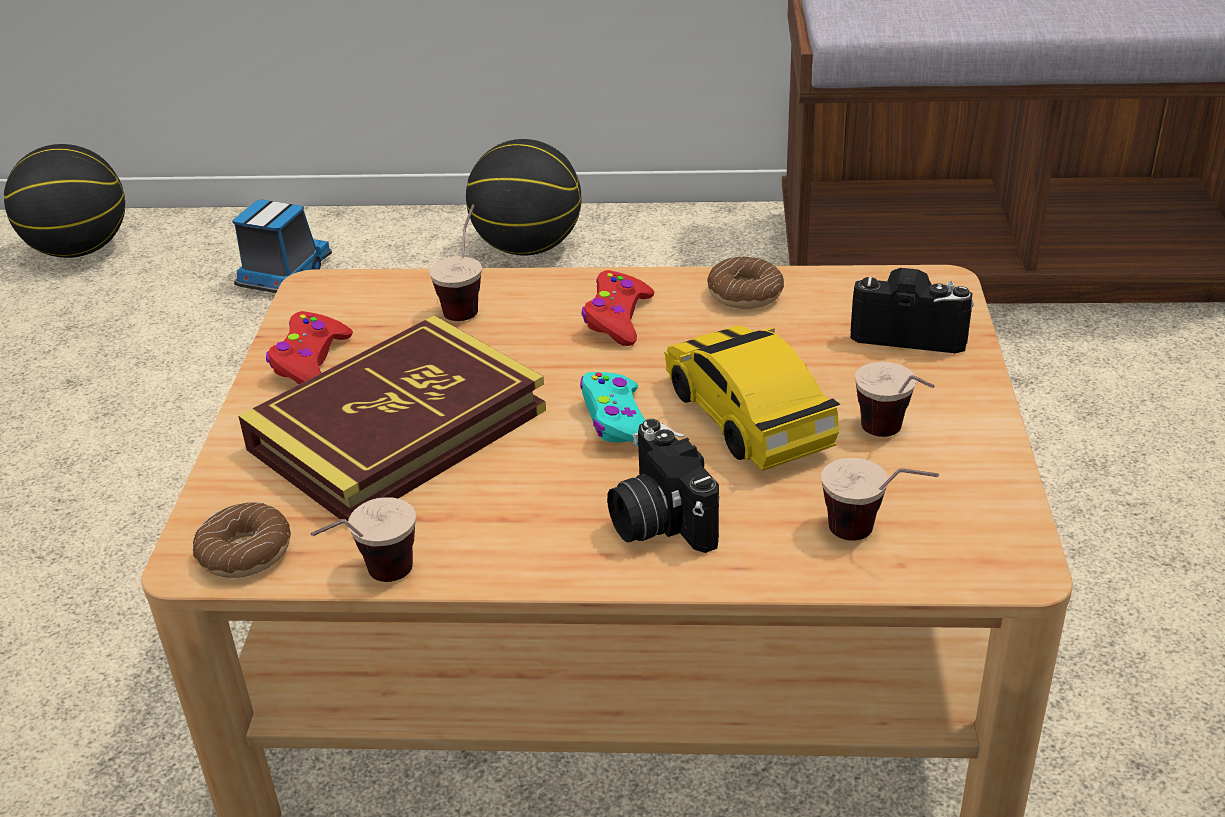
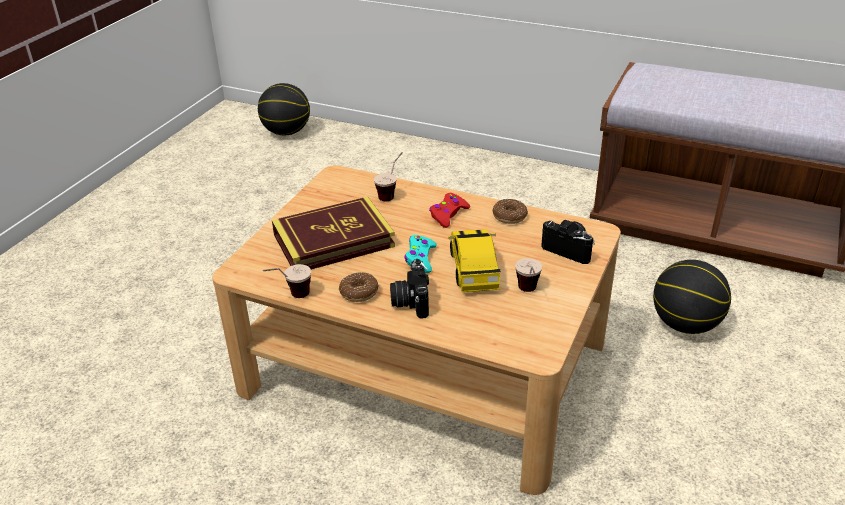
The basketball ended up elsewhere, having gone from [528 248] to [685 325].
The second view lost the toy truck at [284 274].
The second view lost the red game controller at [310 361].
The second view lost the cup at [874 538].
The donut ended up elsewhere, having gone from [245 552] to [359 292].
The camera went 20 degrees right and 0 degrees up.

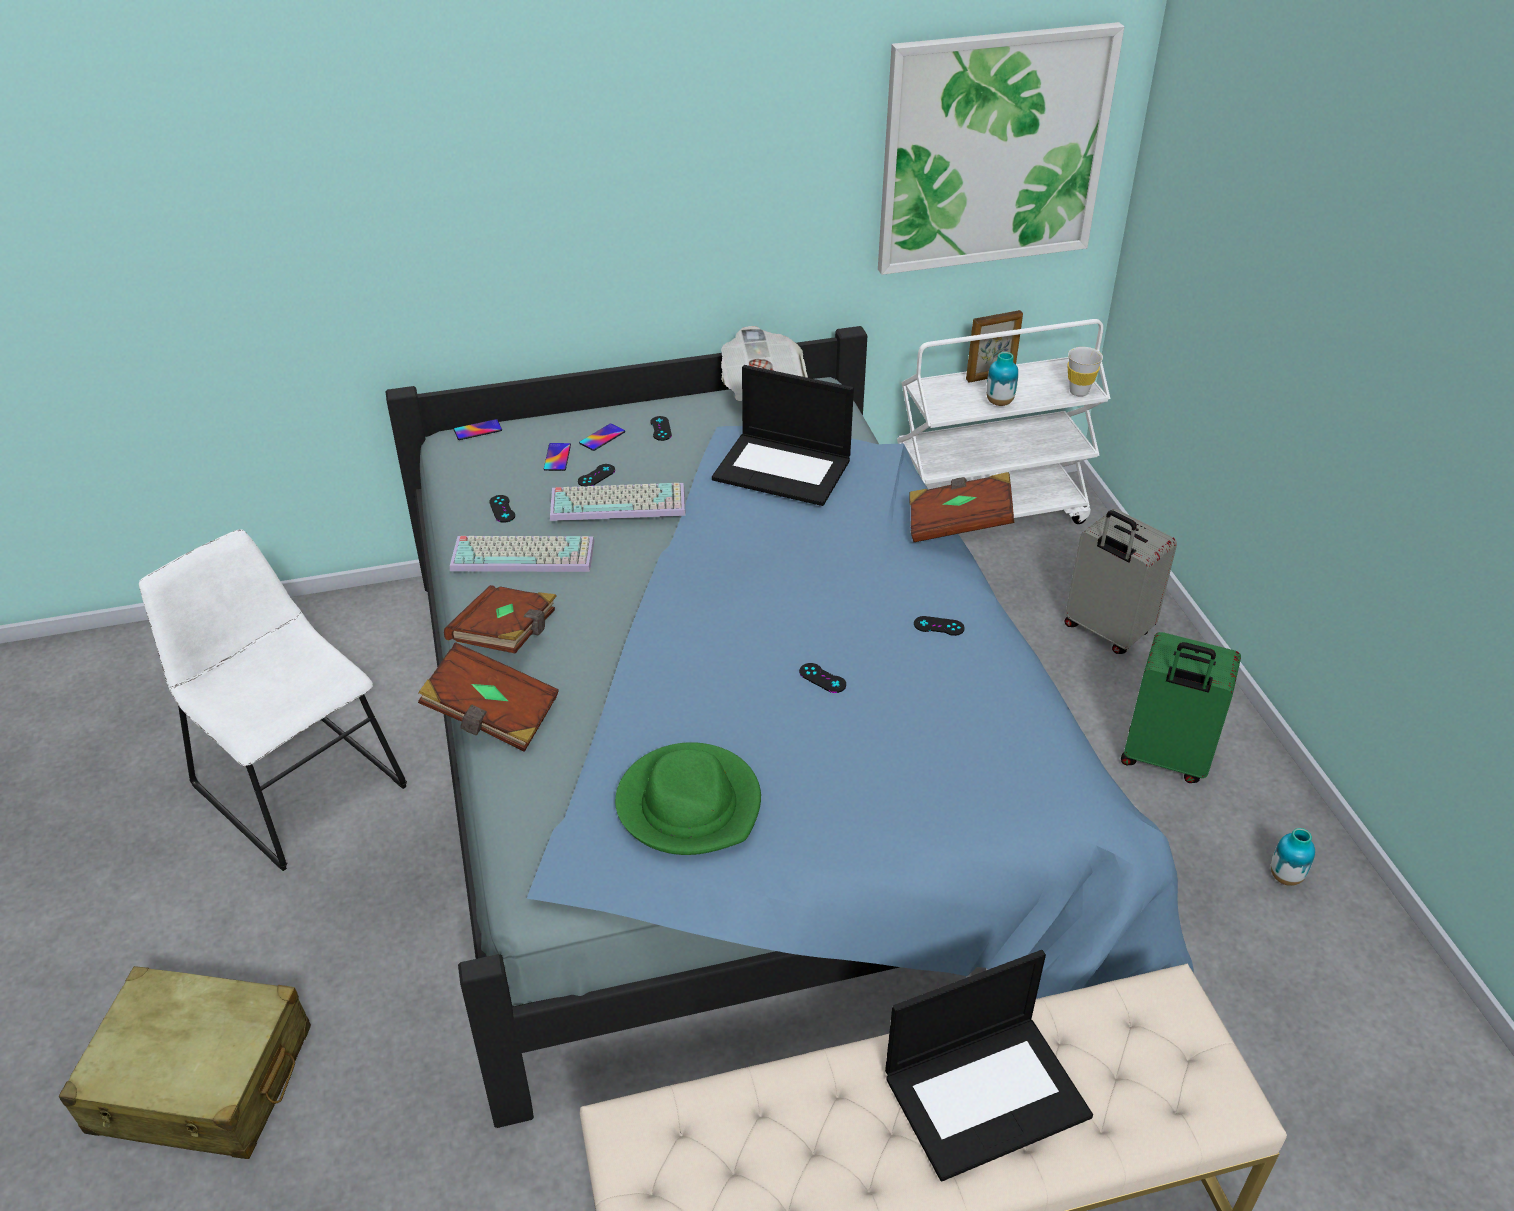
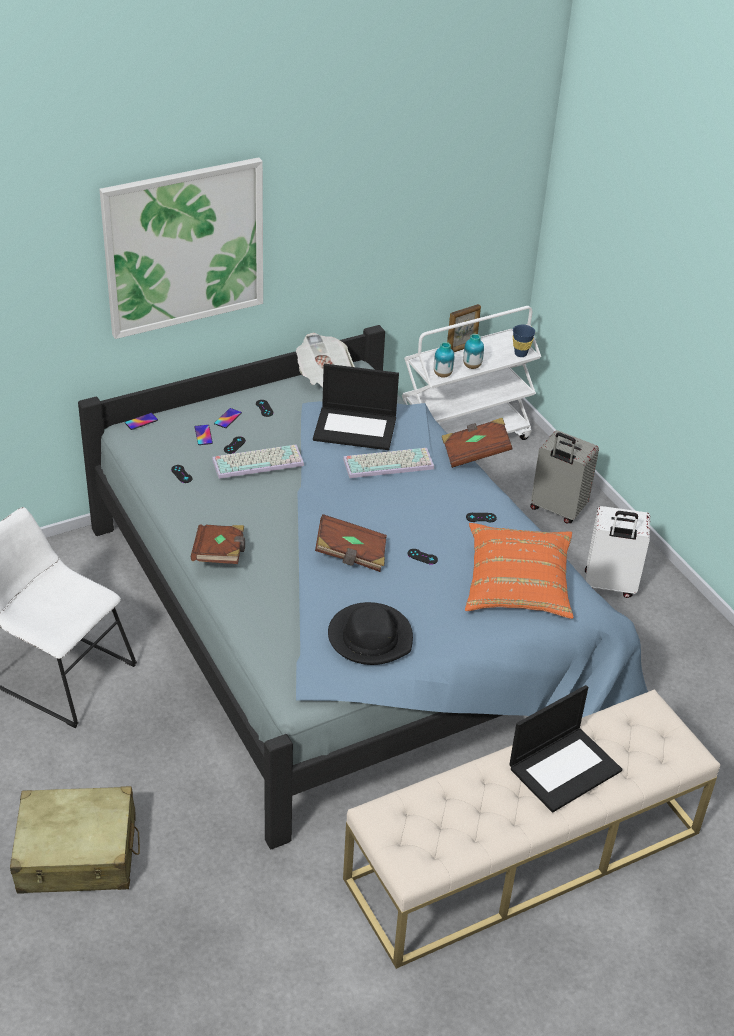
The picture ended up elsewhere, having gone from [993 150] to [184 247].
What was the white cup at [1079 392] turned into the blue cup at [520 354].
The keyboard ended up elsewhere, having gone from [525 554] to [389 463].
What was the green suitcase at [1164 759] turned into the white suitcase at [609 585].
The brown book ended up elsewhere, having gone from [491 716] to [350 555].
What was the green hat at [690 804] turned into the black hat at [370 637].
The vase ended up elsewhere, having gone from [1285 877] to [442 374].
The second view gained the orange pillow at [517 586].
The camera went 15 degrees left and 0 degrees up.

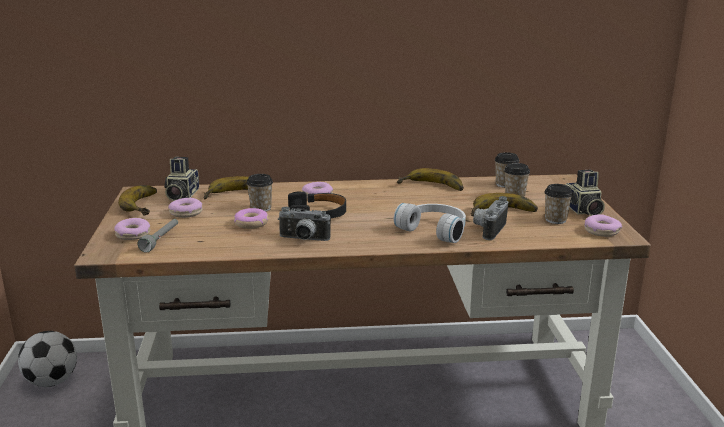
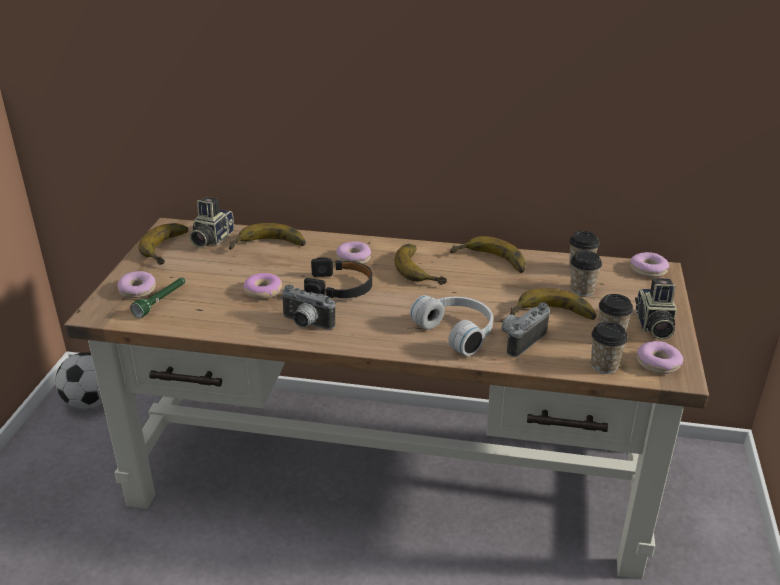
The cup ended up elsewhere, having gone from [261 208] to [604 366].
The donut ended up elsewhere, having gone from [186 213] to [648 270].
What was the grey flashlight at [161 240] turned into the green flashlight at [161 302].
The second view gained the banana at [423 268].
The camera went 15 degrees right and 10 degrees up.

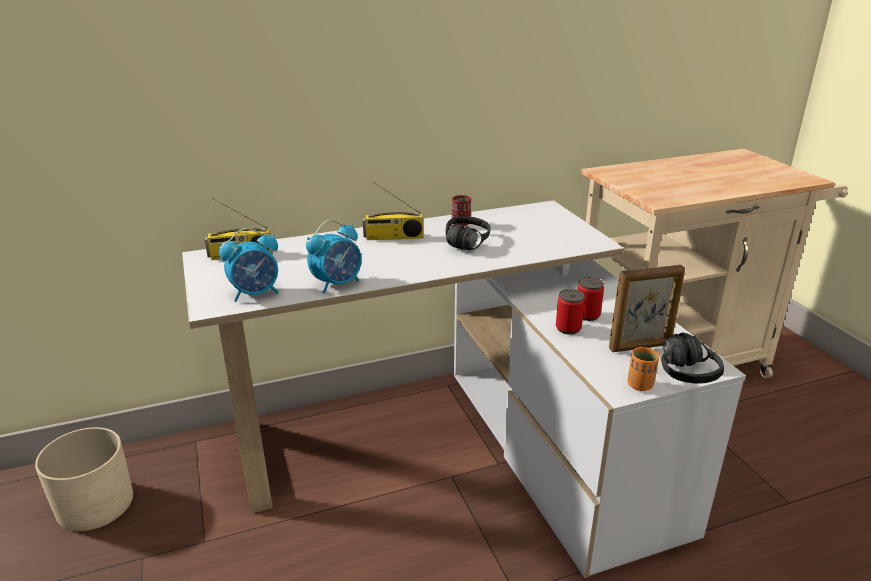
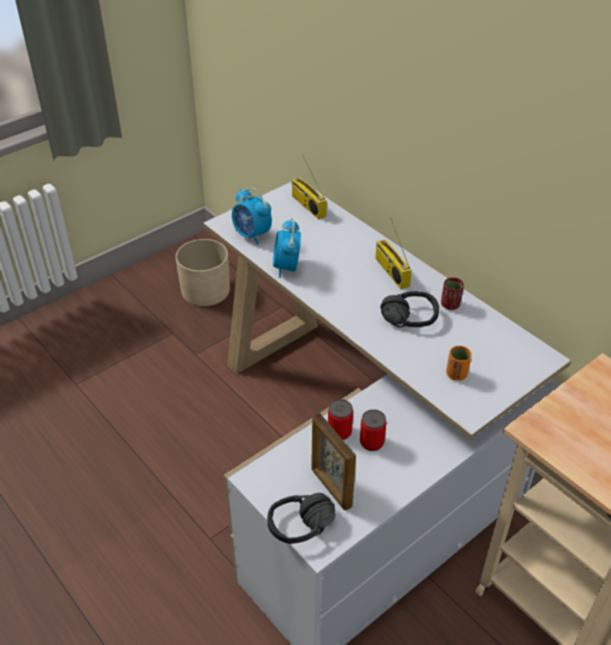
The alarm clock at [337 284] ended up facing another way, 60 degrees clockwise from before.
The orange cup ended up elsewhere, having gone from [640 385] to [456 374].
The camera went 70 degrees right and 15 degrees up.

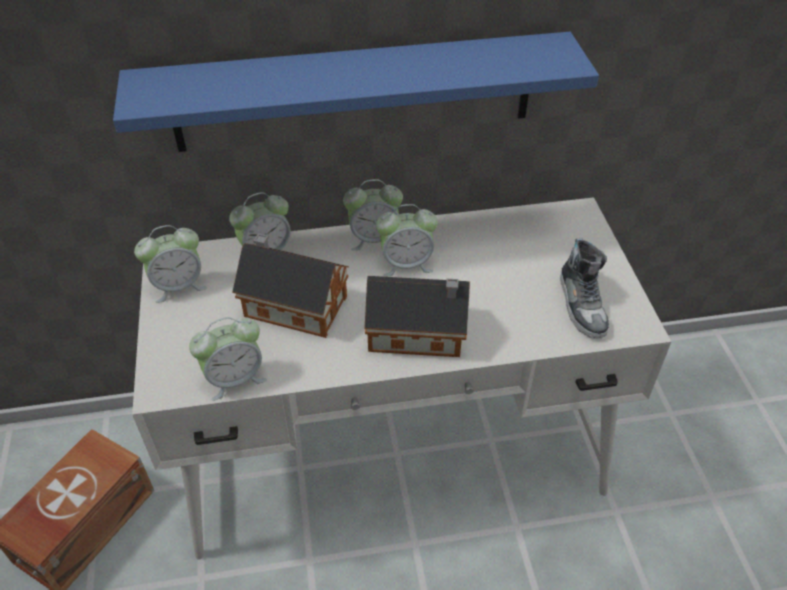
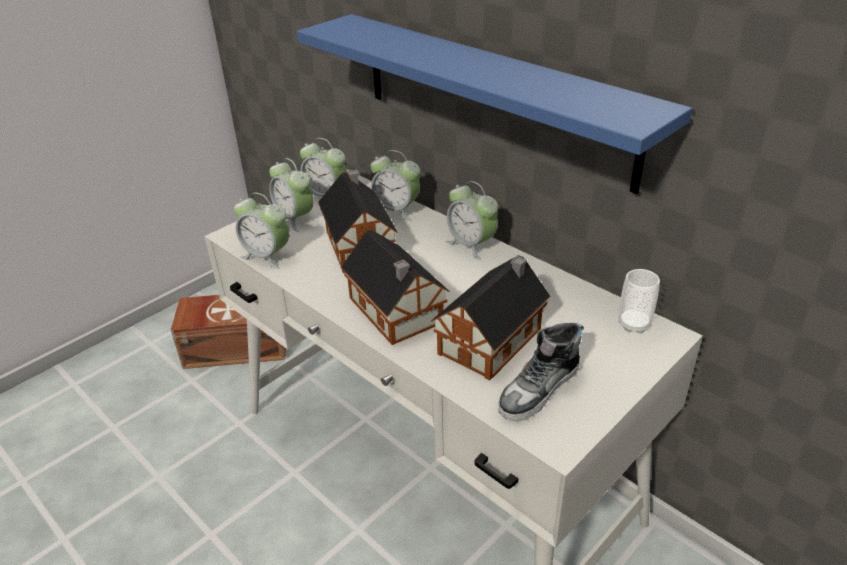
The alarm clock ended up elsewhere, having gone from [406 264] to [295 219].
The second view gained the toy house at [493 339].
The second view gained the cup at [634 324].
The camera went 55 degrees right and 10 degrees down.

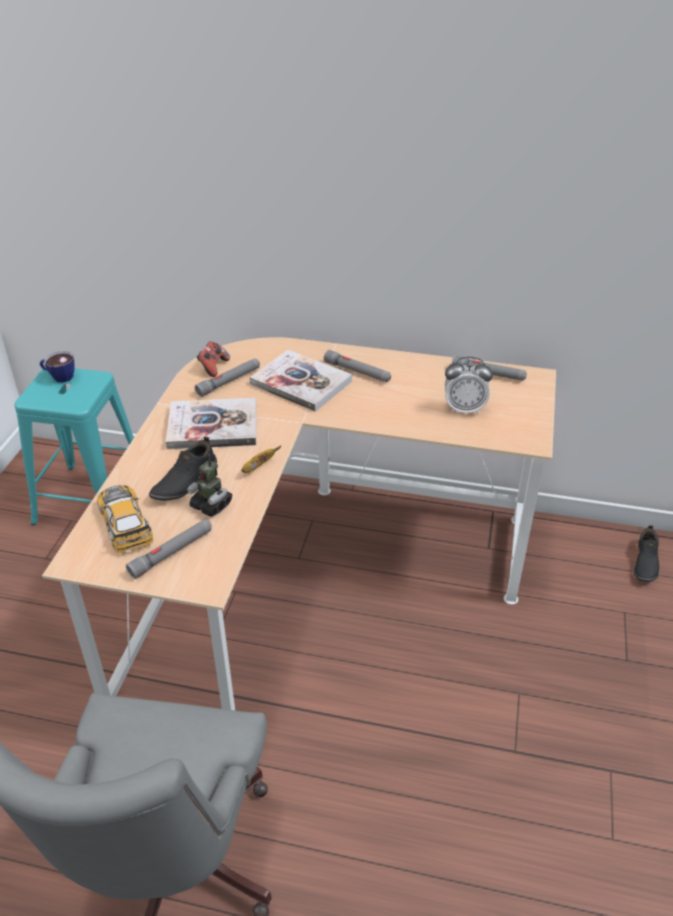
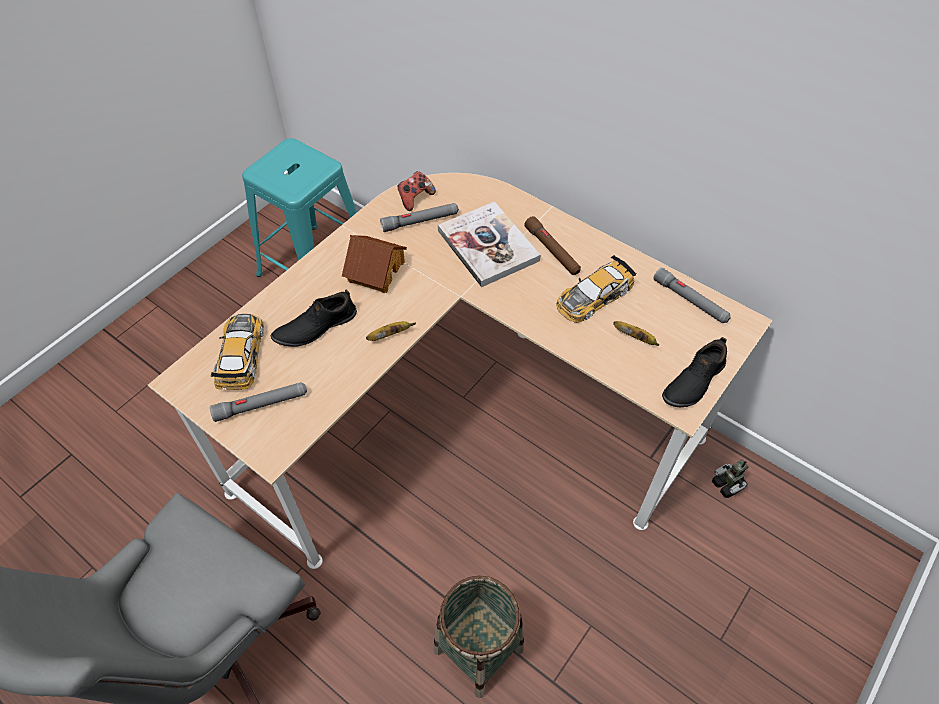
What was the grey flashlight at [357 372] turned into the brown flashlight at [552 251].
The second view lost the cup at [59 377].
Where the alarm clock stood at [464 409], the banana came to stand at [635 338].
Where the book stood at [212 426], the toy house came to stand at [375 271].
The toy robot ended up elsewhere, having gone from [211 505] to [727 485].
The black shoe ended up elsewhere, having gone from [644 562] to [693 381].
The second view gained the toy car at [593 296].
The second view gained the basket at [478 649].
The camera went 25 degrees right and 15 degrees up.

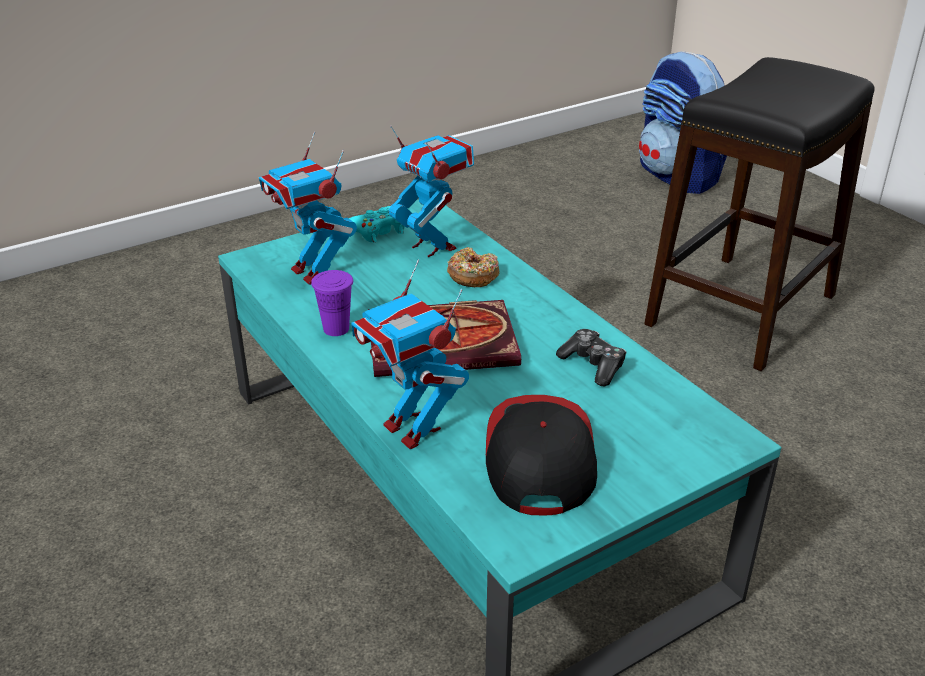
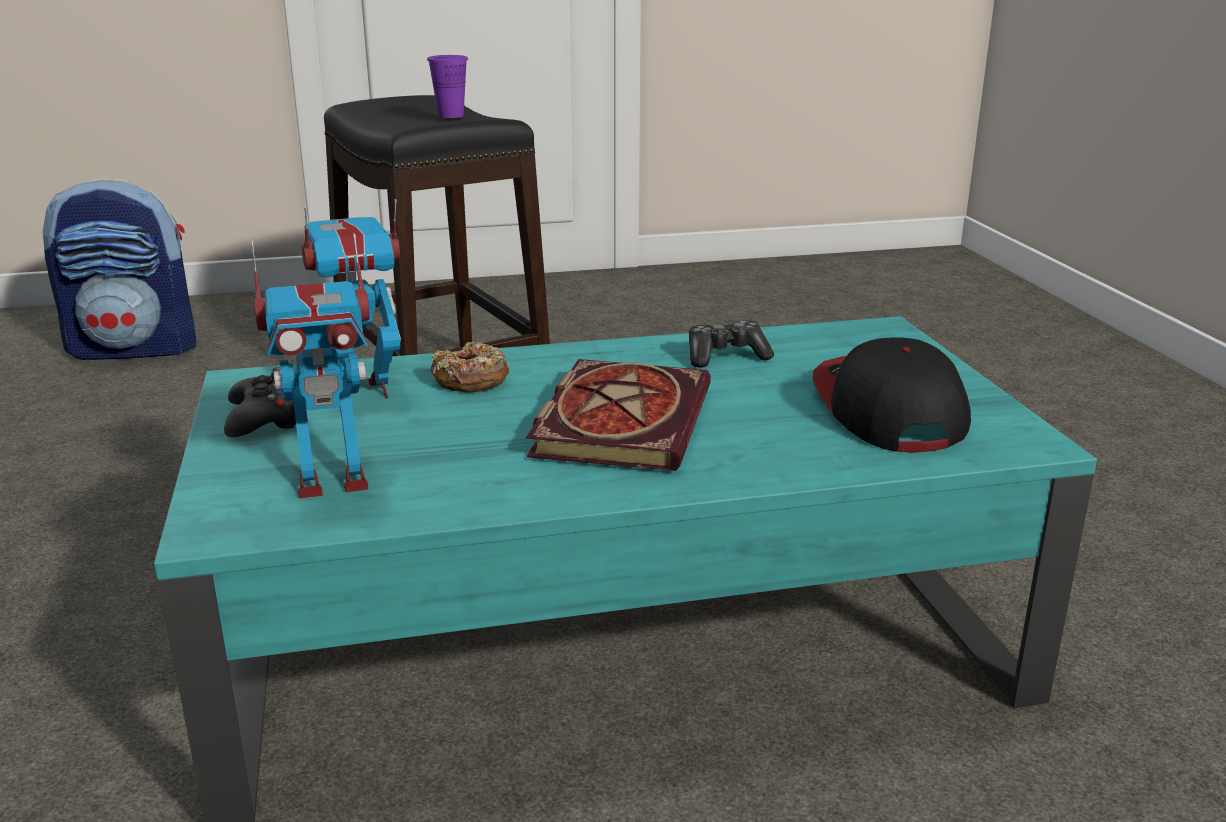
What was the turquoise game controller at [378 231] turned into the black game controller at [265 419].
The second view lost the toy robot at [413 429].
The purple cup ended up elsewhere, having gone from [336 329] to [450 115].
The cap at [539 457] ended up facing another way, 60 degrees clockwise from before.
The camera went 70 degrees left and 10 degrees down.

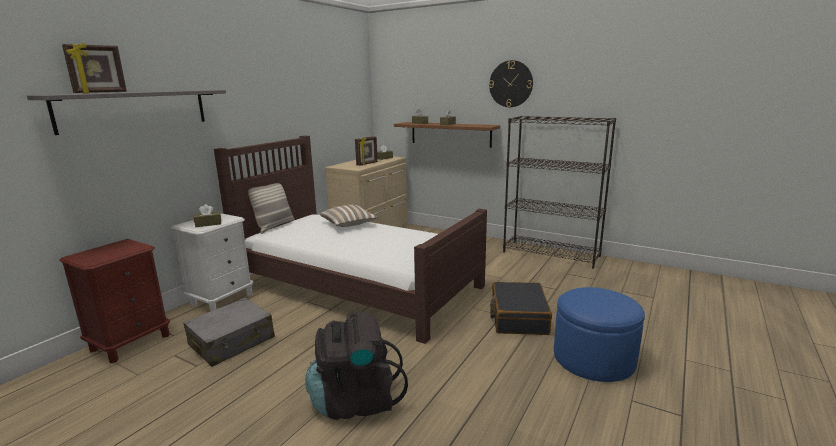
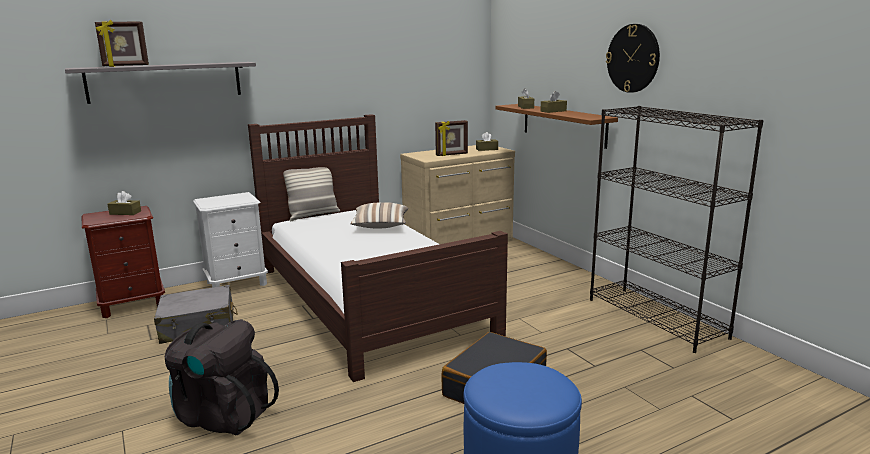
The brown tissue box ended up elsewhere, having gone from [208 224] to [125 213].
The camera went 30 degrees right and 0 degrees up.

